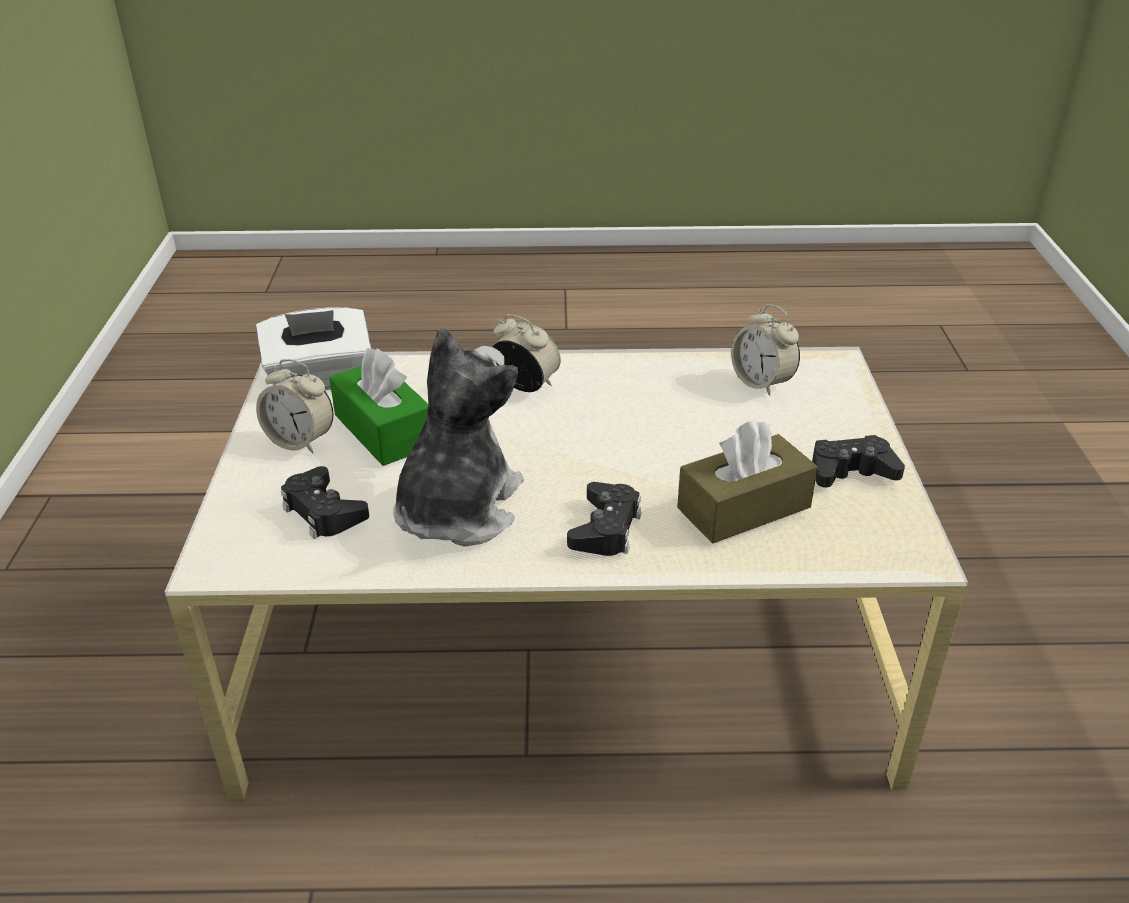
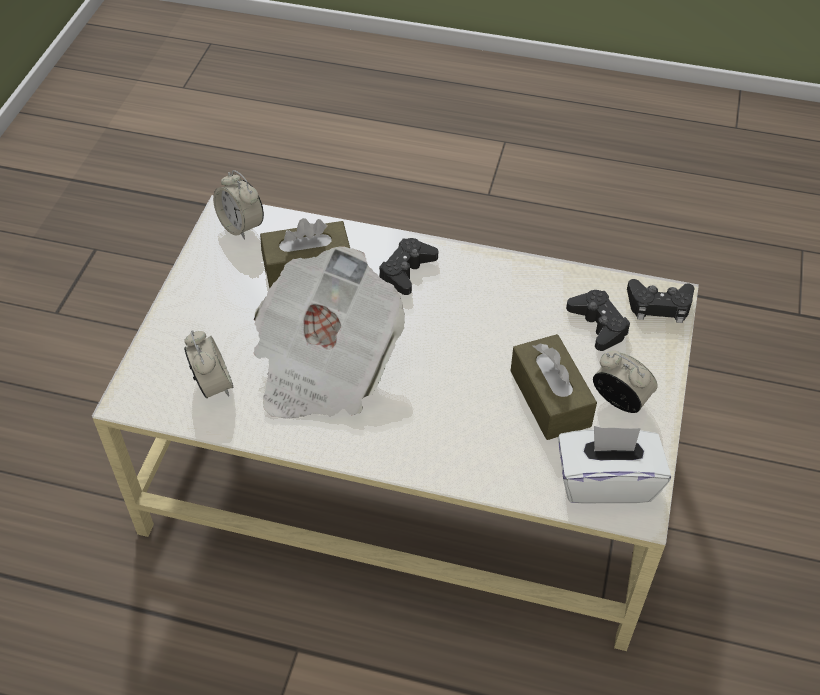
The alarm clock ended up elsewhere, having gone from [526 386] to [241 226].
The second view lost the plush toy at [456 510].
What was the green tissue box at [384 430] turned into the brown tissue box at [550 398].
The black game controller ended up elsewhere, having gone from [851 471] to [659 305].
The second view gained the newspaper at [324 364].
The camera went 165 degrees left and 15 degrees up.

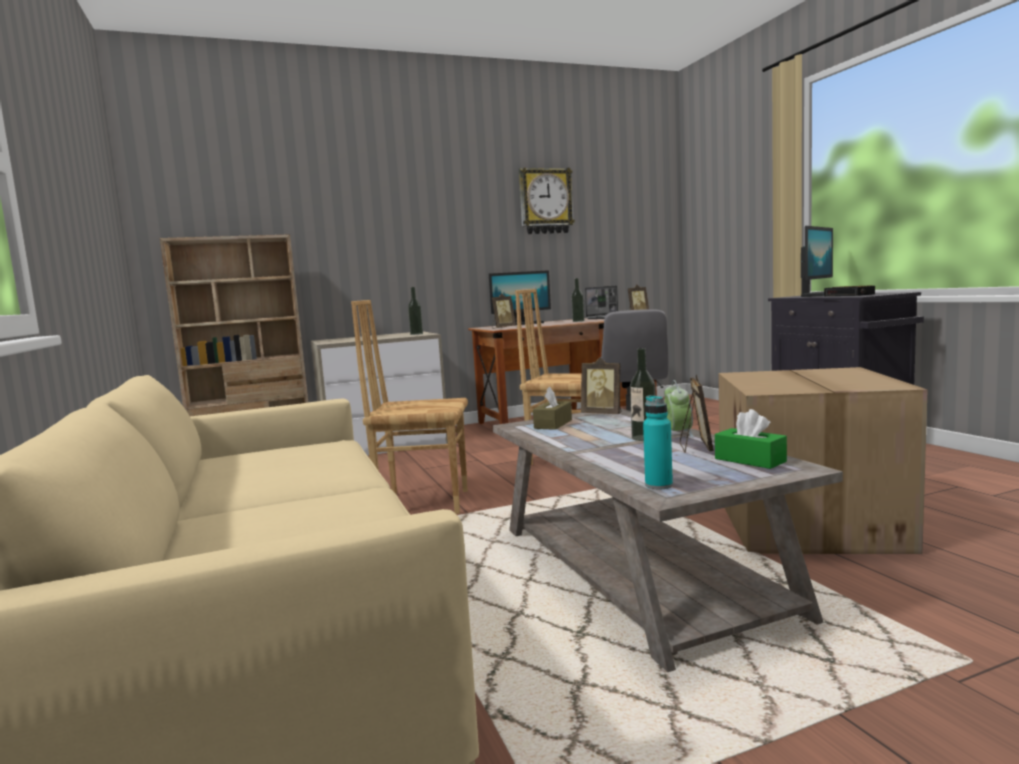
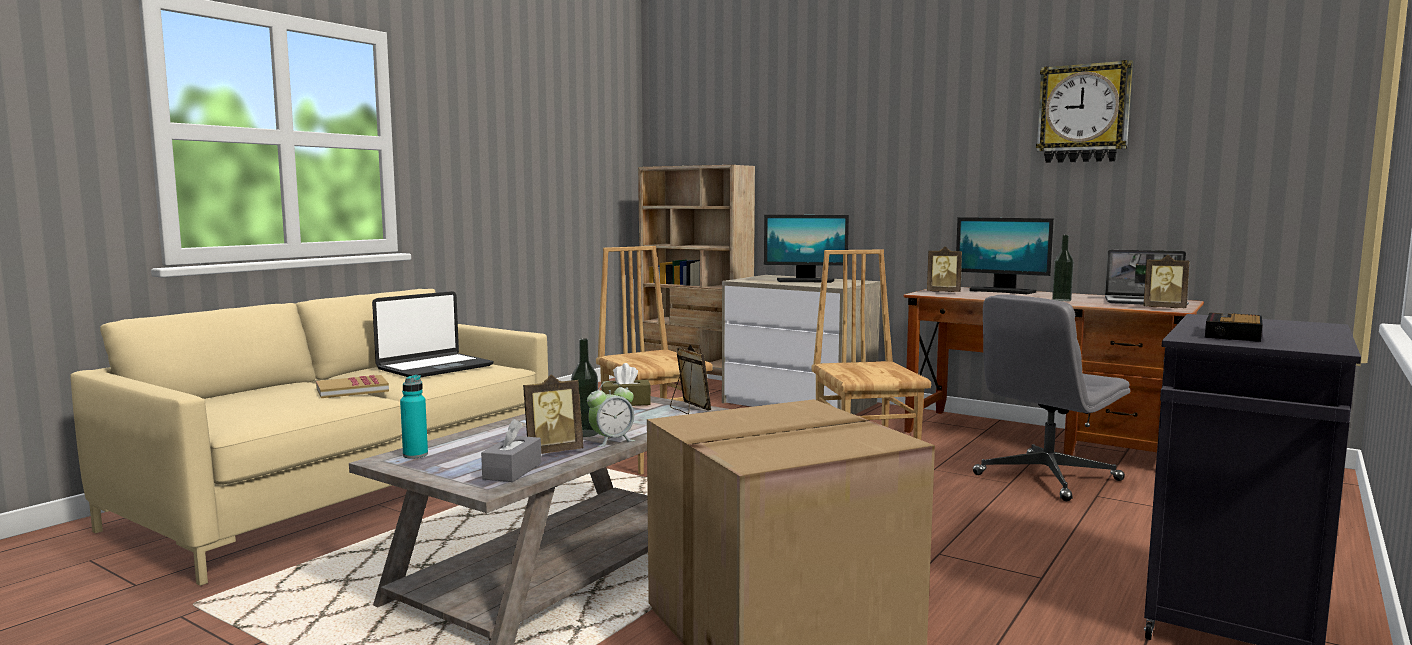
The monitor ended up elsewhere, having gone from [817 295] to [805 281].
The second view lost the bottle at [416 334].
The picture frame at [603 414] ended up facing another way, 150 degrees clockwise from before.
What was the green tissue box at [750 460] turned into the grey tissue box at [512 471].
The second view gained the laptop at [434 367].
The second view gained the book at [352 390].
The camera went 55 degrees right and 0 degrees up.

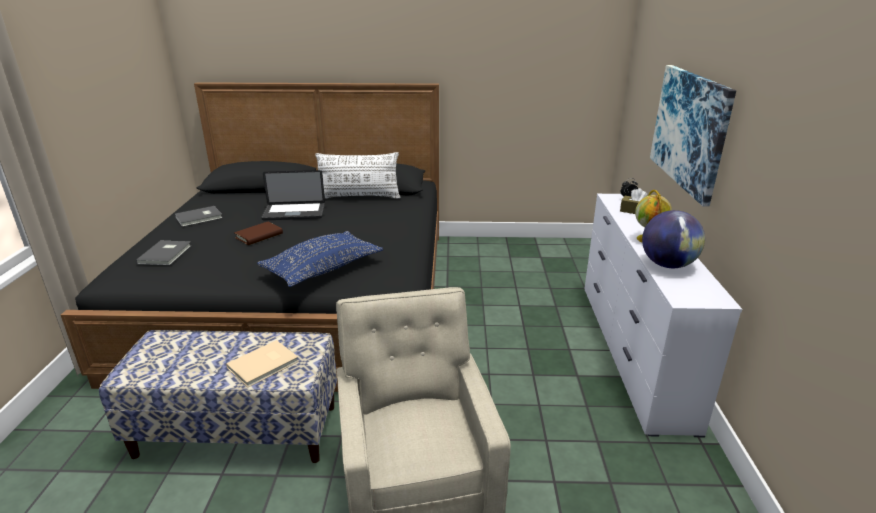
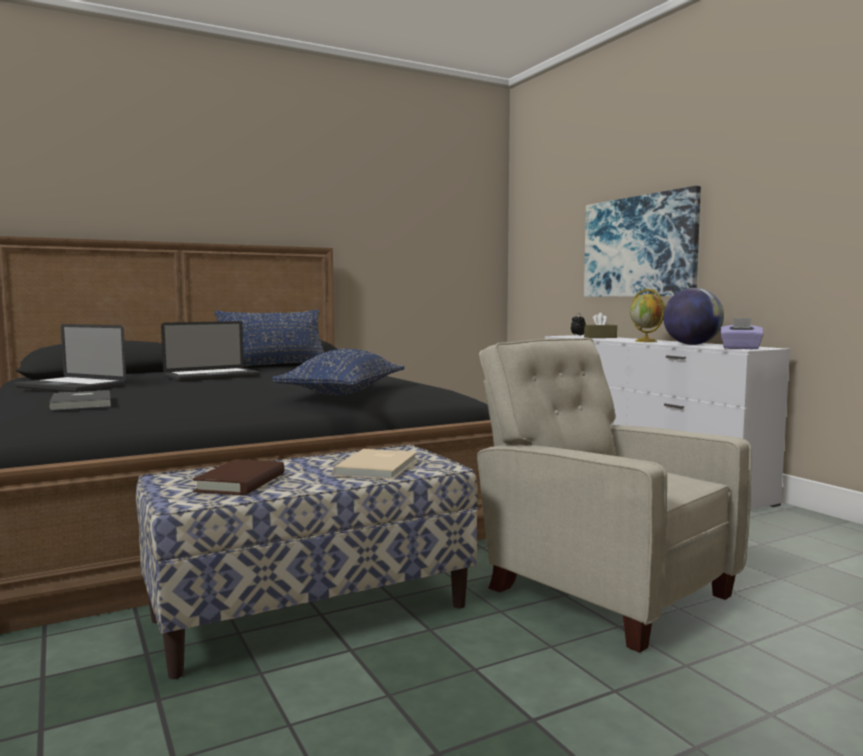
What was the white pillow at [359 197] turned into the blue pillow at [274 367].
Where the grey book stood at [200 218], the laptop came to stand at [71 386].
The brown book ended up elsewhere, having gone from [259 236] to [241 482].
The second view gained the purple tissue box at [740 348].
The camera went 30 degrees left and 20 degrees down.

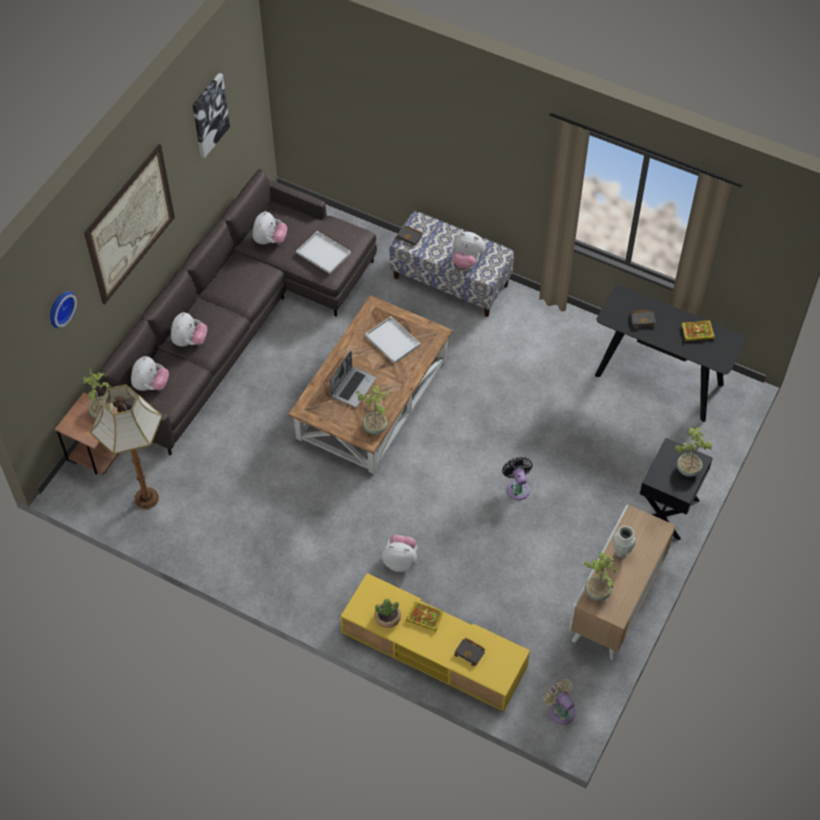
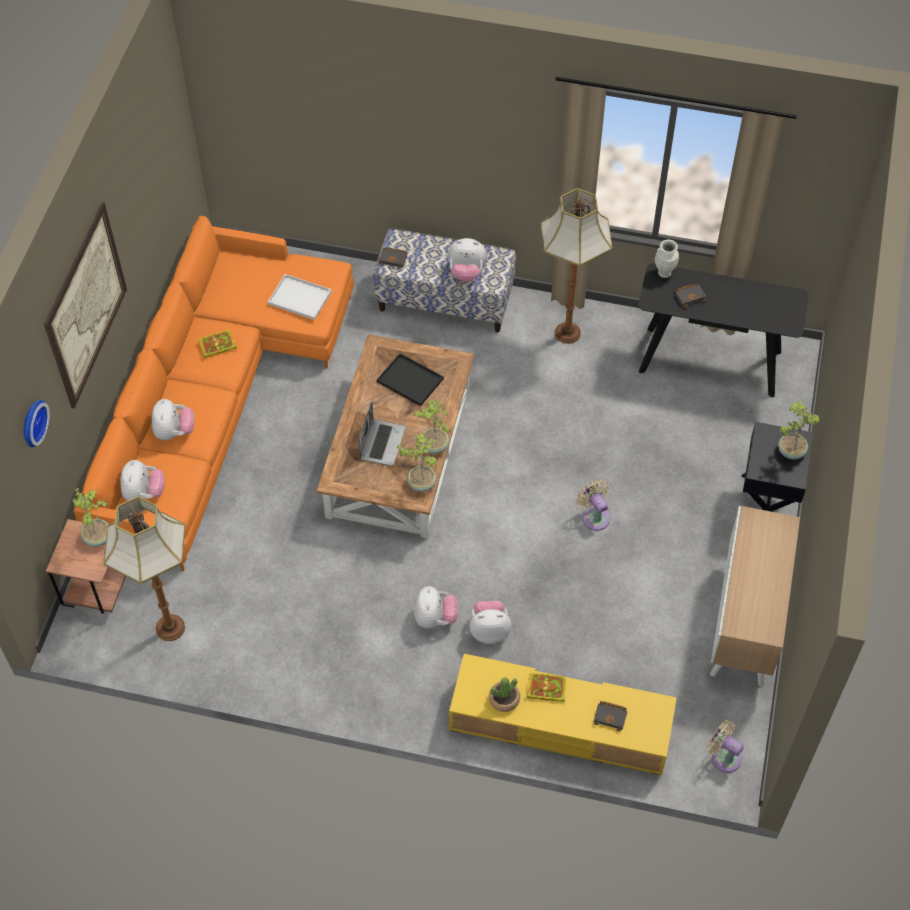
The second view lost the picture at [209 115].
What was the grey sofa at [239 322] turned into the orange sofa at [216 398].
The plush toy ended up elsewhere, having gone from [269 240] to [435 618].
What was the white tray at [393 341] turned into the black tray at [411 380].
The book ended up elsewhere, having gone from [696 332] to [216 346].
What was the black fan at [517 488] turned into the beige fan at [594 516].
The vase ended up elsewhere, having gone from [621 552] to [664 273].
The potted plant ended up elsewhere, having gone from [597 592] to [434 446].
The second view gained the floor lamp at [566 332].
The camera went 15 degrees left and 0 degrees up.

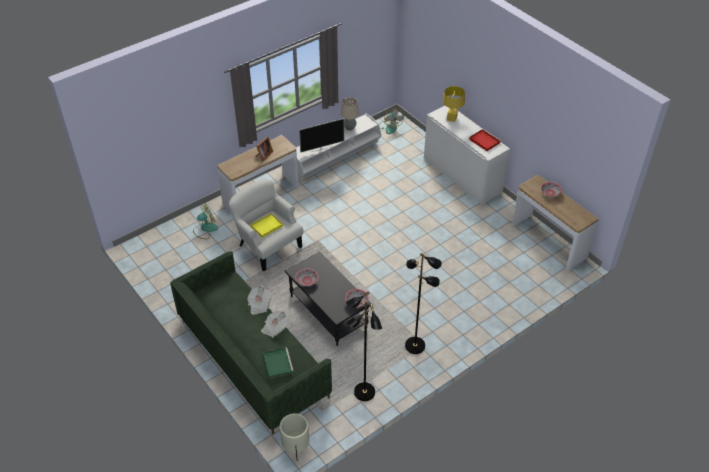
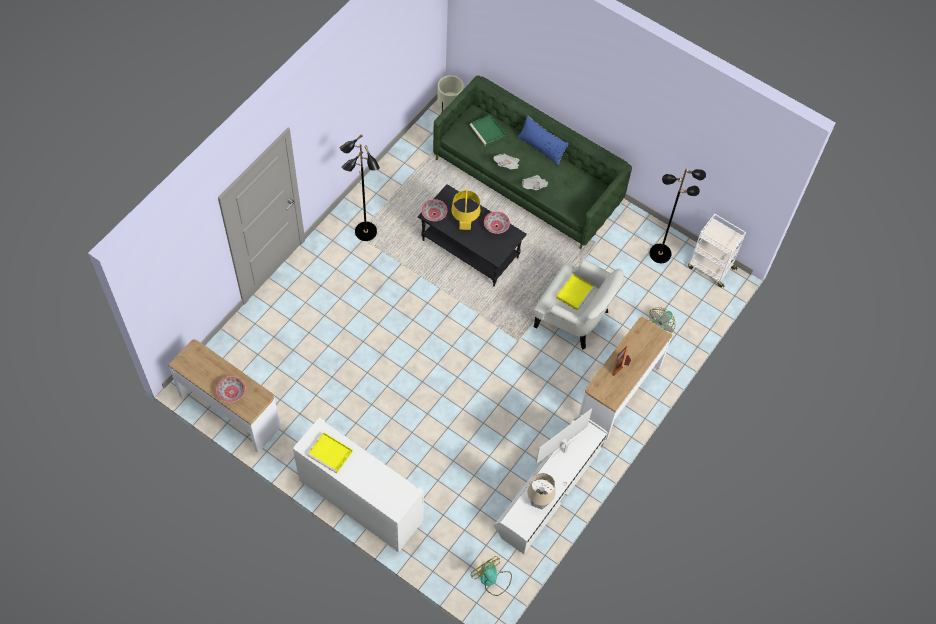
The yellow table lamp ended up elsewhere, having gone from [451 119] to [465 225].
What was the red tray at [484 141] turned into the yellow tray at [331 453].
The black floor lamp ended up elsewhere, having gone from [364 392] to [660 253].
The second view gained the blue pillow at [541 147].
The second view gained the white cart at [710 267].
The camera went 160 degrees right and 15 degrees up.

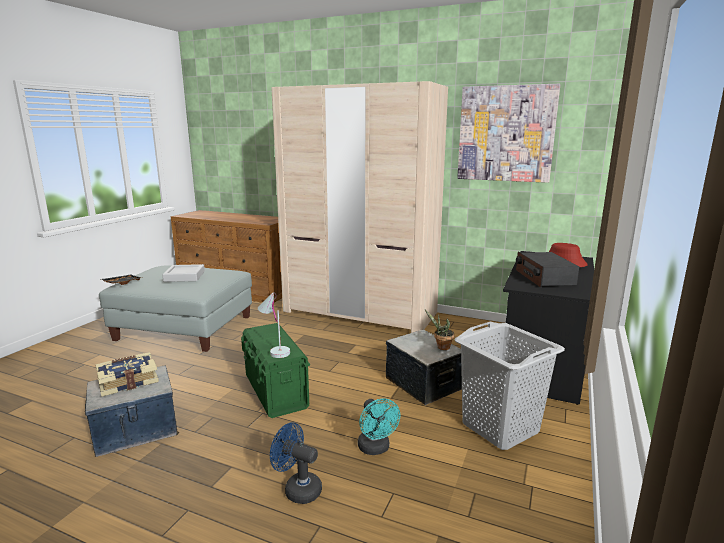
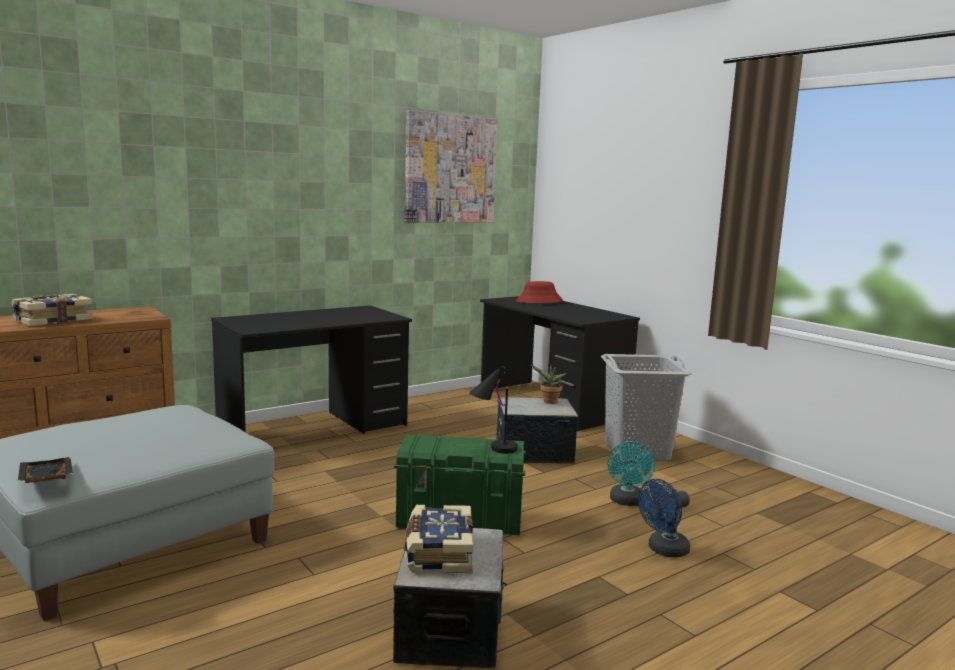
Where the beige wardrobe stood at [359 312], the black desk came to stand at [314 429].
The second view lost the radio at [544 277].
The second view lost the grey tray at [184 276].
What was the white table lamp at [274 350] turned into the black table lamp at [492 449].
The turquoise fan at [376 449] ended up facing another way, 90 degrees clockwise from before.
The second view gained the book at [52 320].
The camera went 60 degrees left and 5 degrees down.

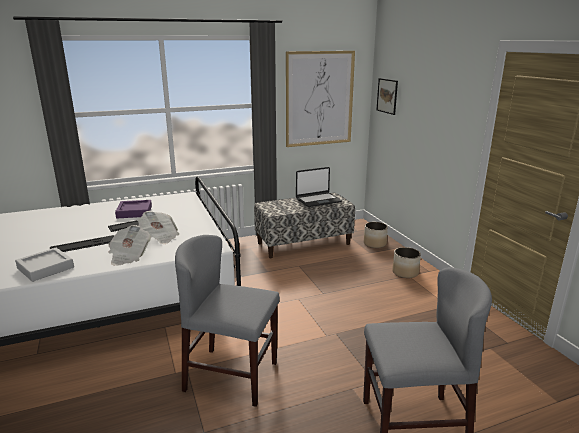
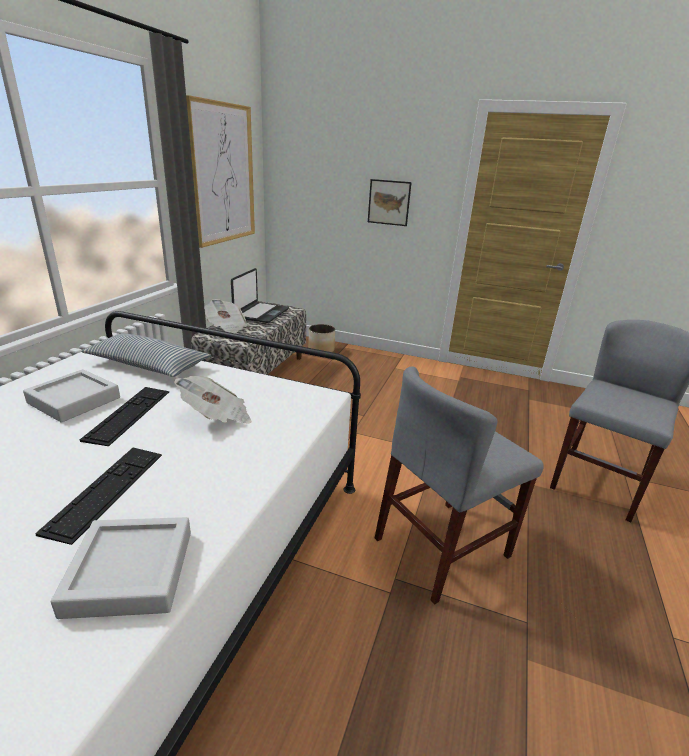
The picture ended up elsewhere, having gone from [387 96] to [389 202].
What was the purple tray at [134 212] turned into the grey tray at [74 400].
The newspaper ended up elsewhere, having gone from [129 256] to [226 327].
The second view lost the planter at [405 272].
The second view gained the pillow at [148 365].
The camera went 50 degrees left and 5 degrees up.

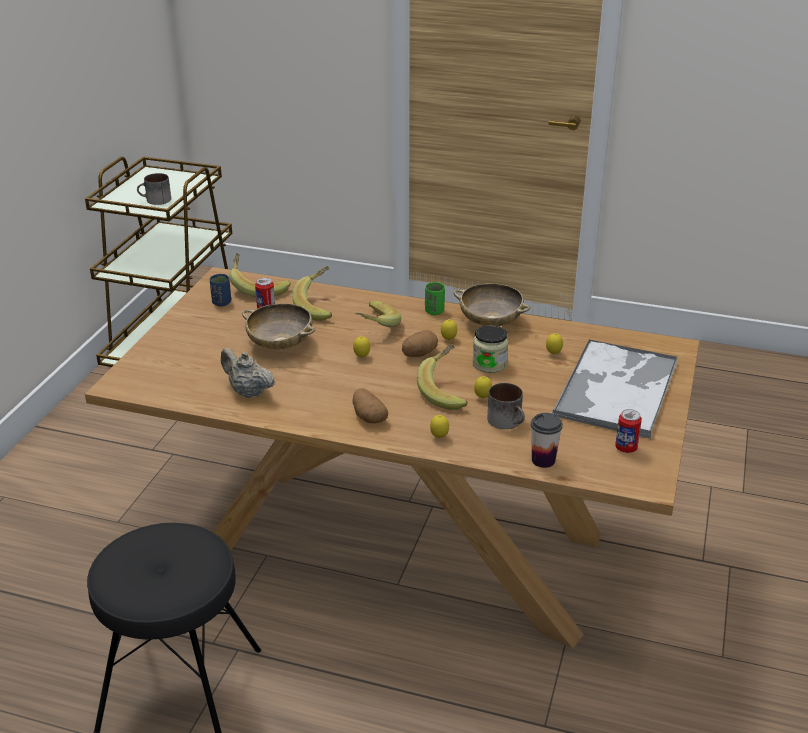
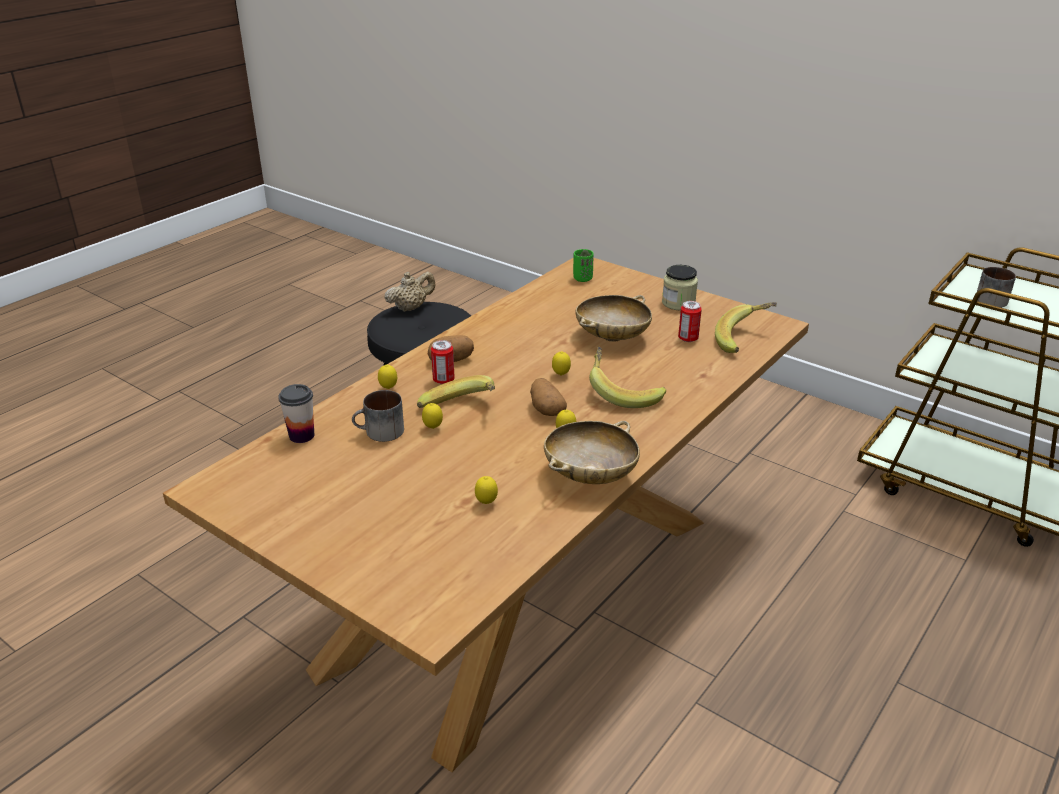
The second view lost the banana at [320 306].
The second view lost the blue cup at [221 303].
The green cup ended up elsewhere, having gone from [434 311] to [582 279].
The jar ended up elsewhere, having gone from [489 364] to [678 303].
The second view lost the tray at [617 388].
The beige teapot ended up elsewhere, having gone from [248 392] to [411 308].
The can ended up elsewhere, having gone from [626 448] to [443 380].
The camera went 110 degrees right and 0 degrees up.

